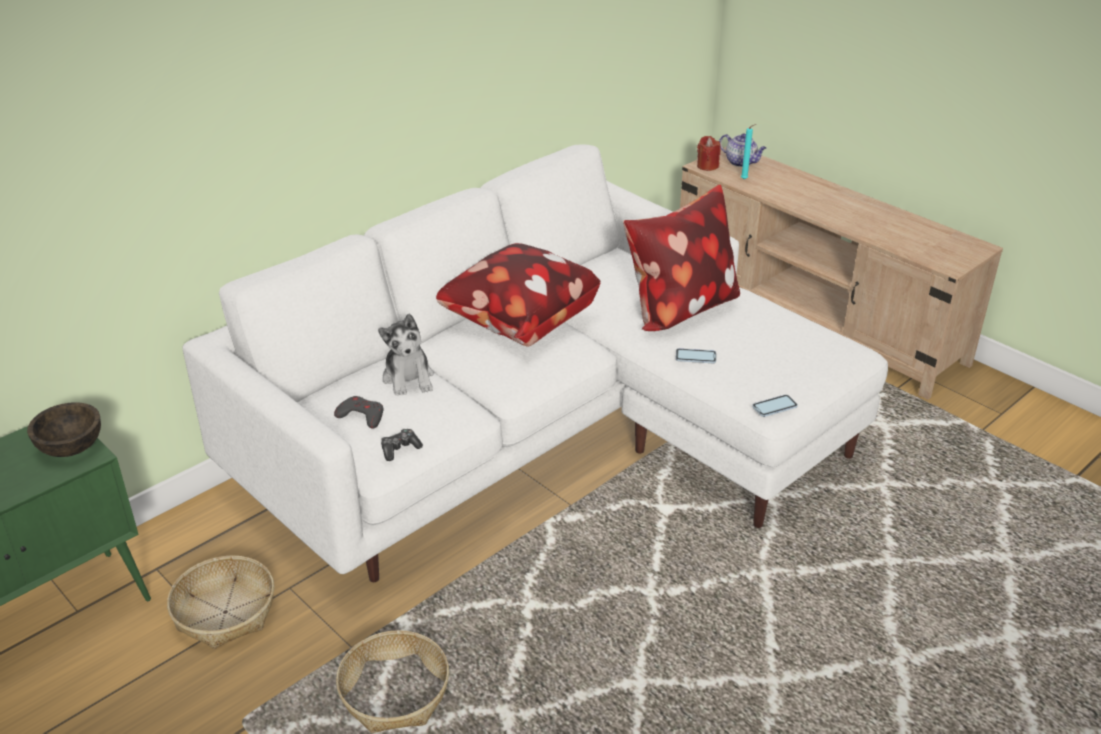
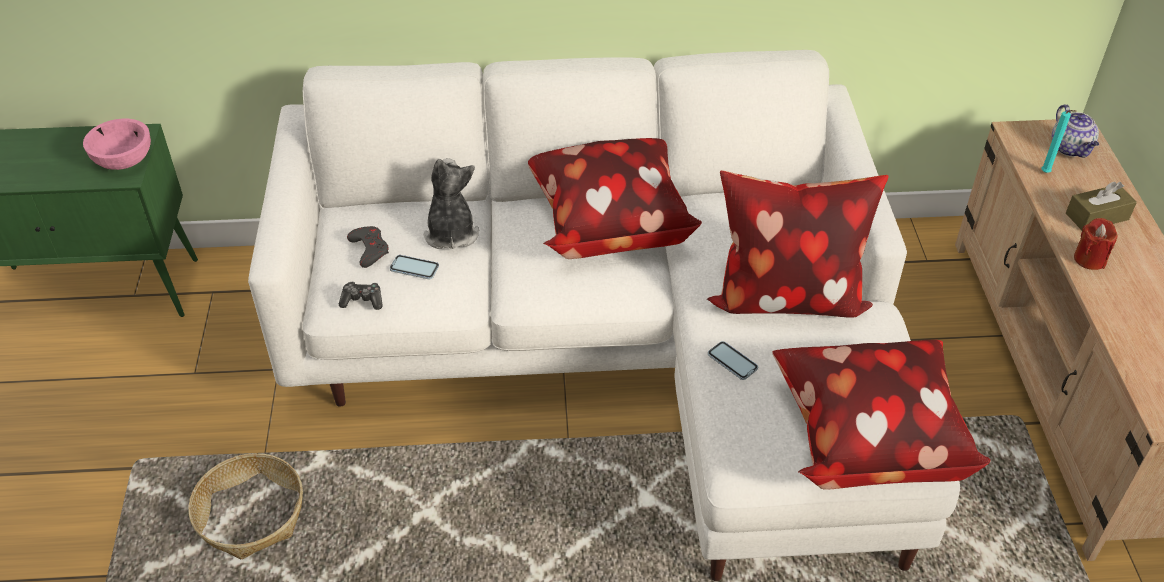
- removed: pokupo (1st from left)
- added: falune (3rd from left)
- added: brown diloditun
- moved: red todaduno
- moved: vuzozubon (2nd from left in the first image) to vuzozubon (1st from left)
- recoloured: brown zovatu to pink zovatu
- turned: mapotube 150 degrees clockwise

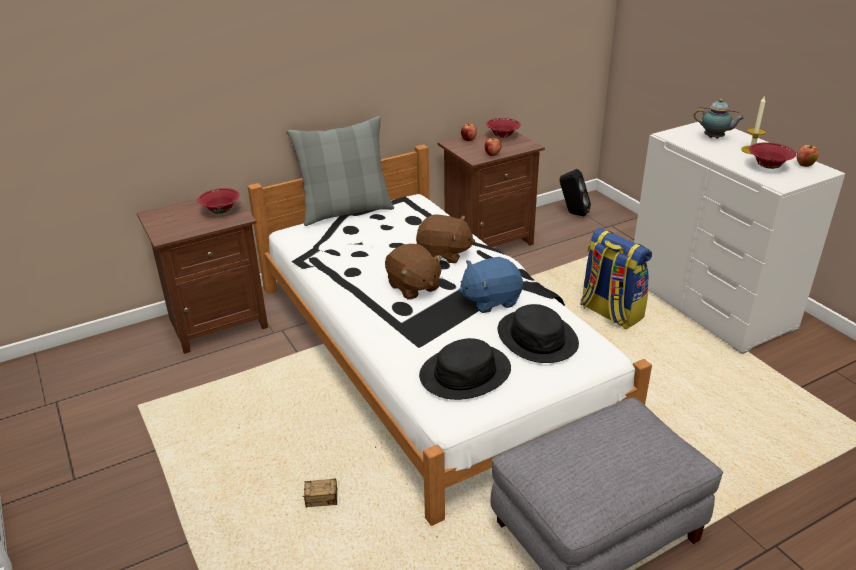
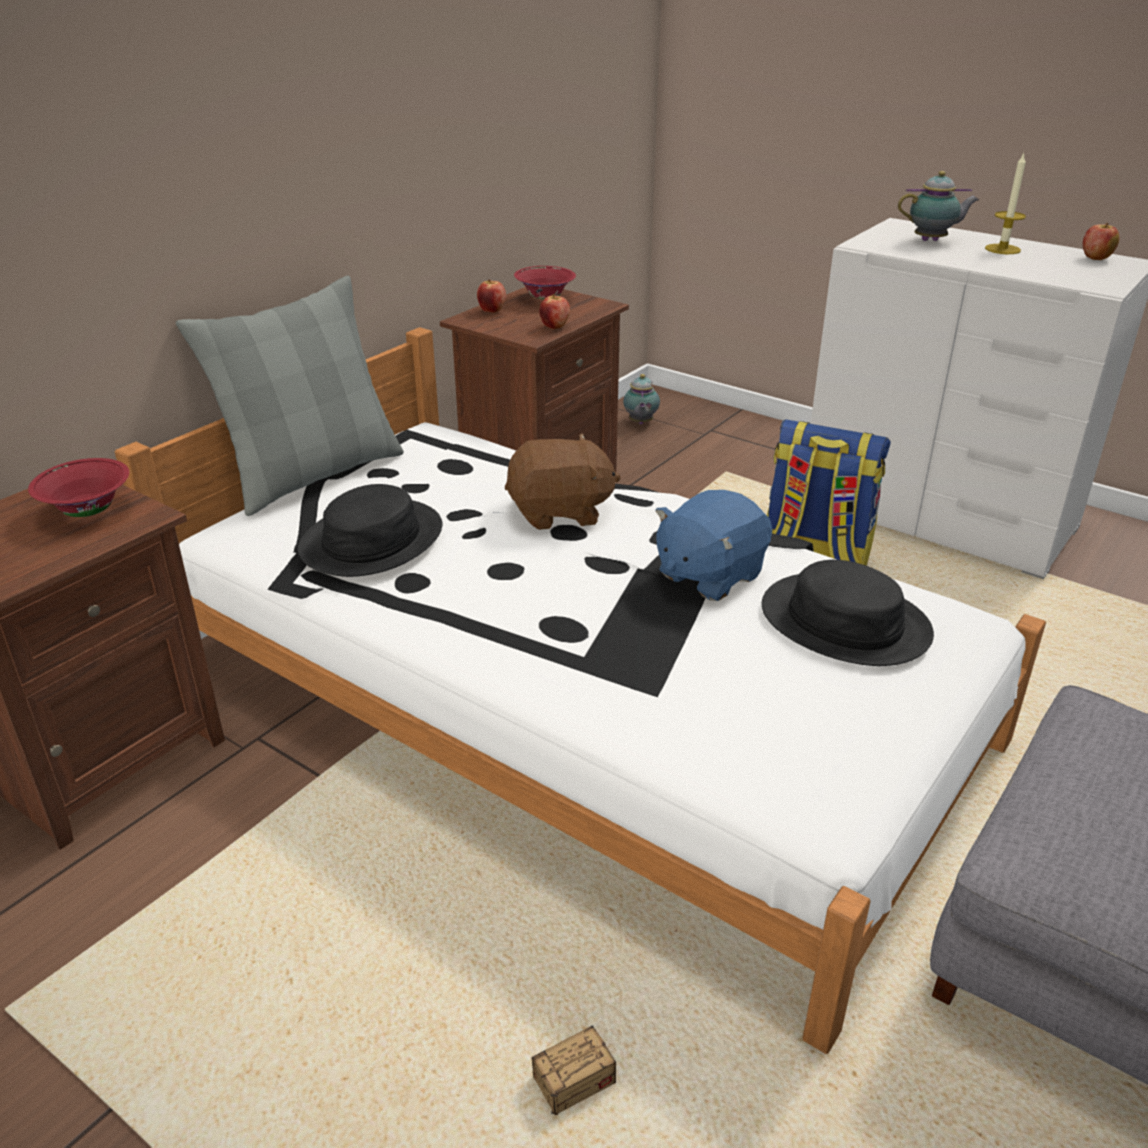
- removed: brown mapotube (1st from left)
- removed: red zovatu (3rd from left)
- moved: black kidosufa (1st from left)
- replaced: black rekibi to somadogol (1st from left)

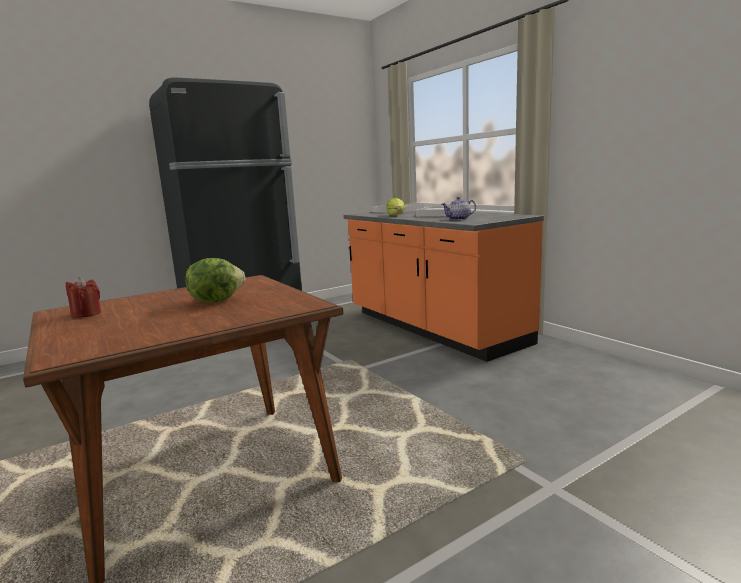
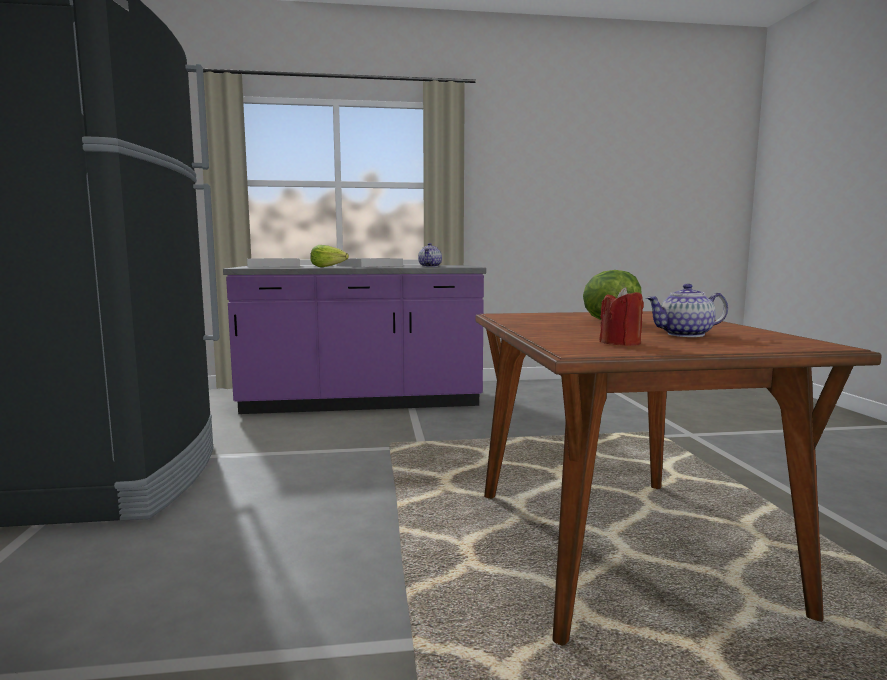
- added: somadogol (2nd from left)
- recoloured: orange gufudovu to purple gufudovu

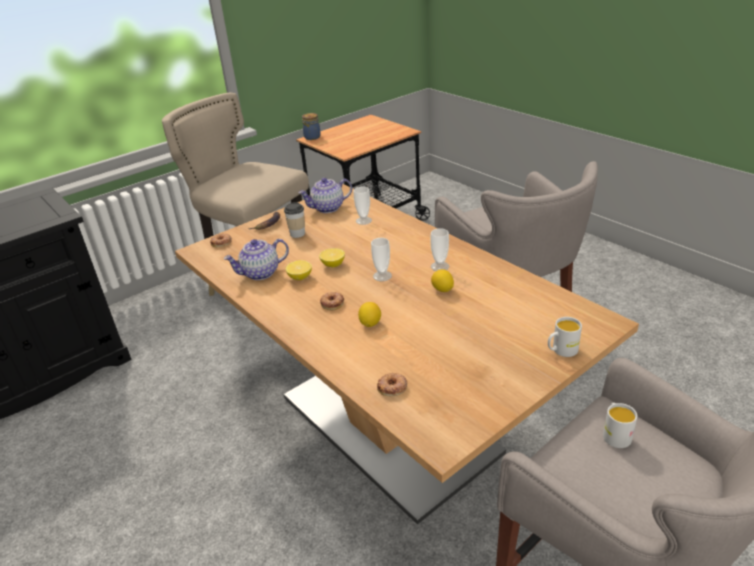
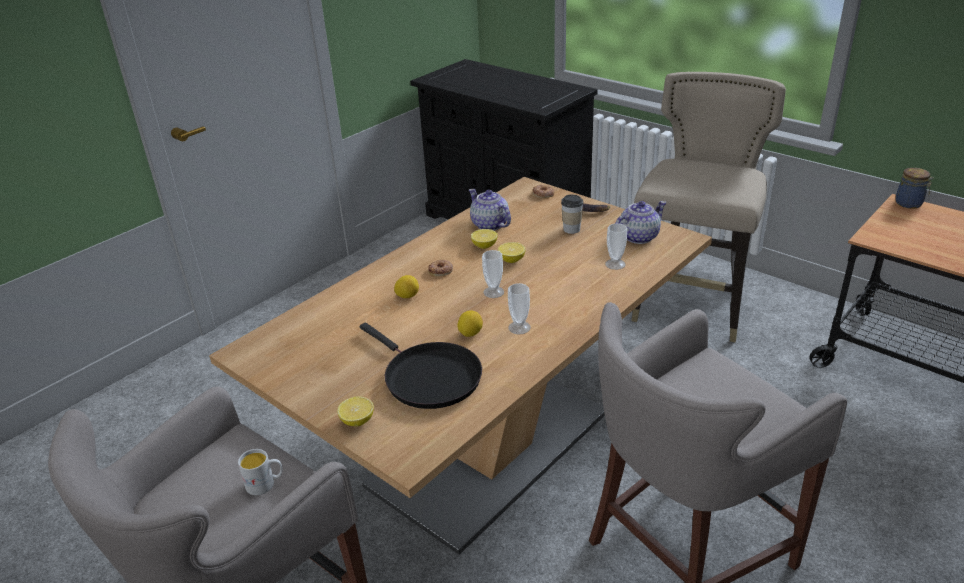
- removed: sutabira (3rd from left)
- added: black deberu
- replaced: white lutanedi (1st from left) to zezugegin (1st from left)
- turned: somadogol (2nd from left) 90 degrees clockwise

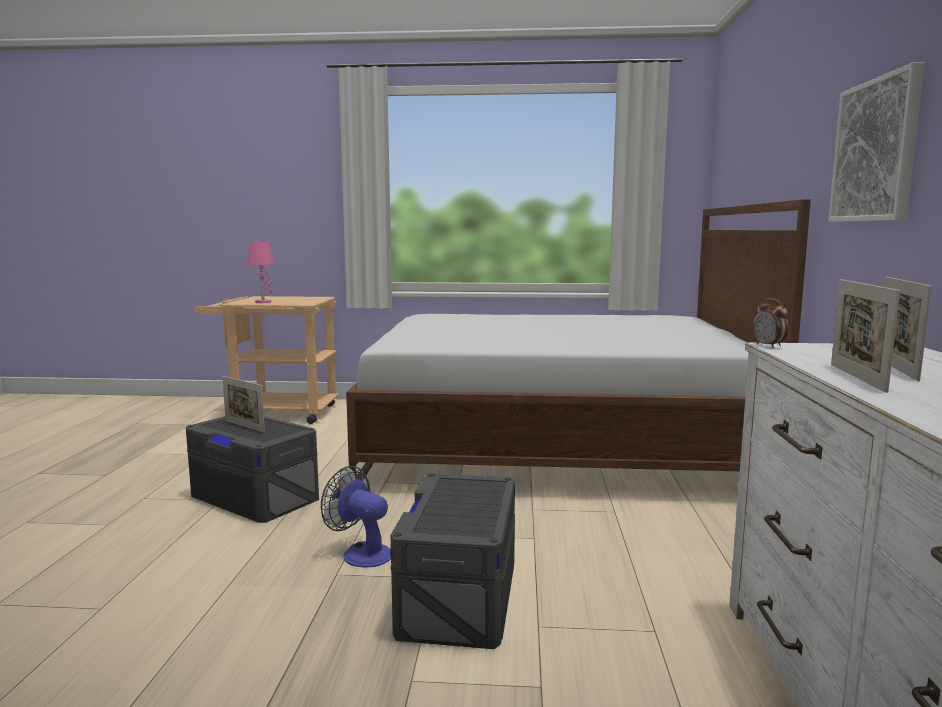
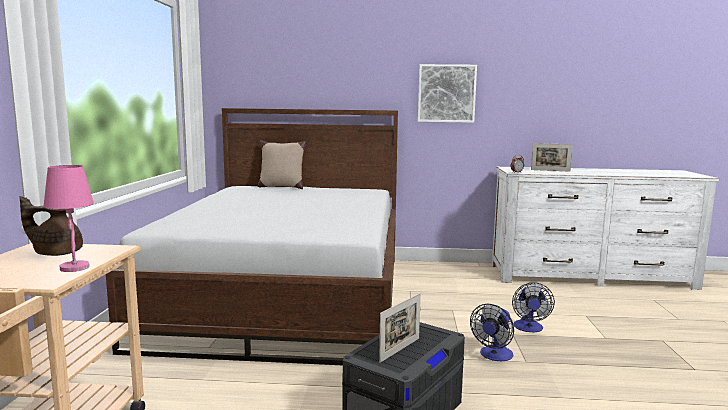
- removed: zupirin (2nd from left)
- added: brown somadogol
- added: beige falune
- replaced: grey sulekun (2nd from left) to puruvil (2nd from left)

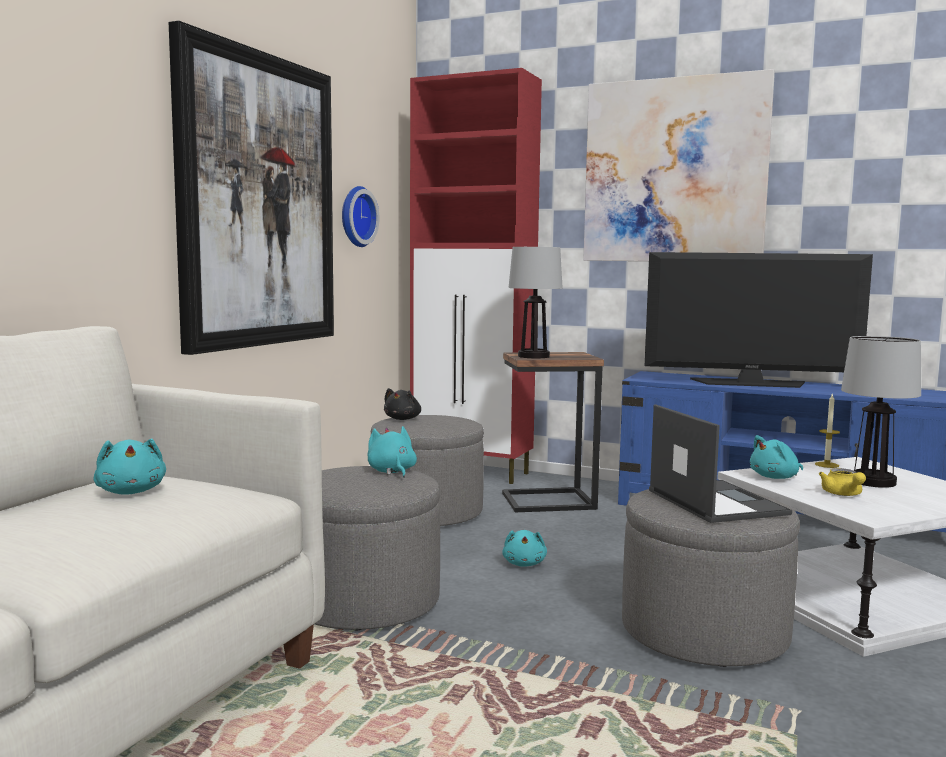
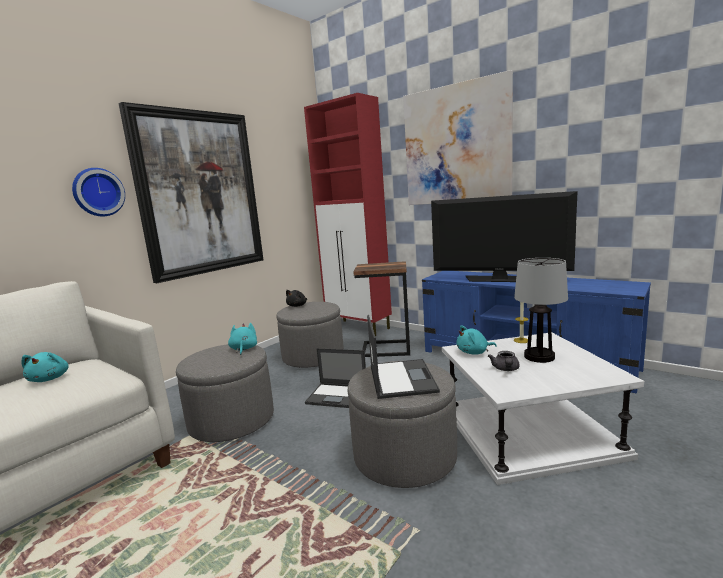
- removed: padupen (1st from left)
- moved: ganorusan
- replaced: turquoise mapotube (3rd from left) to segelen (1st from left)
- recoloured: yellow somadogol to grey somadogol

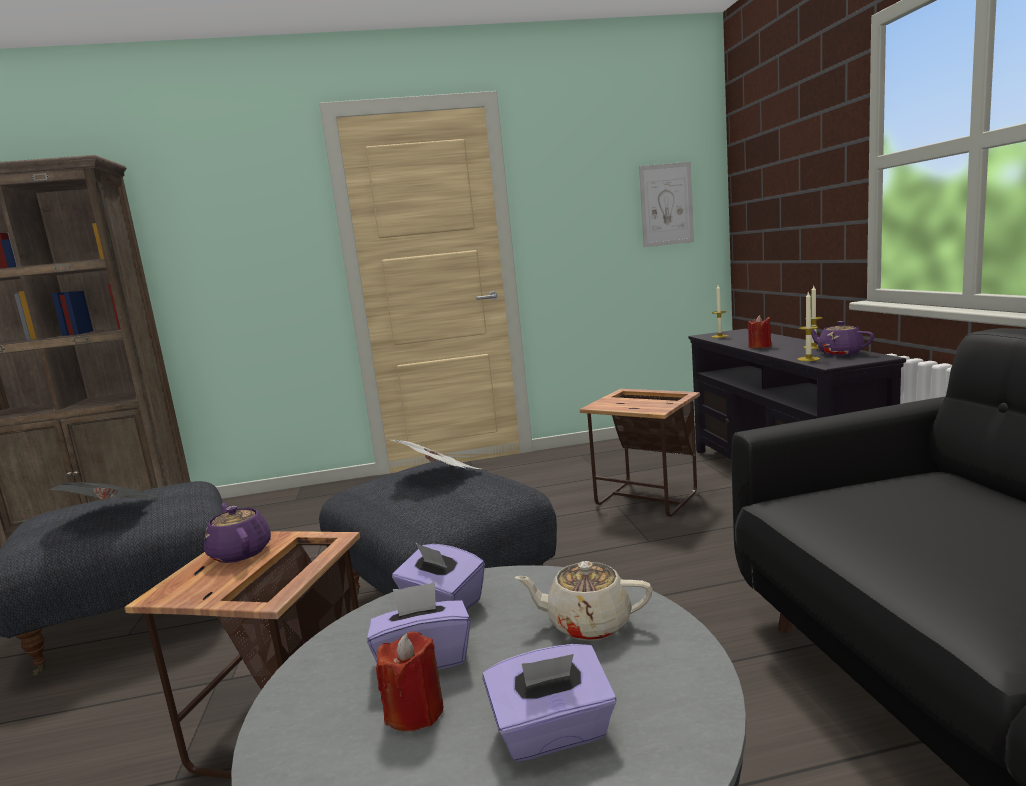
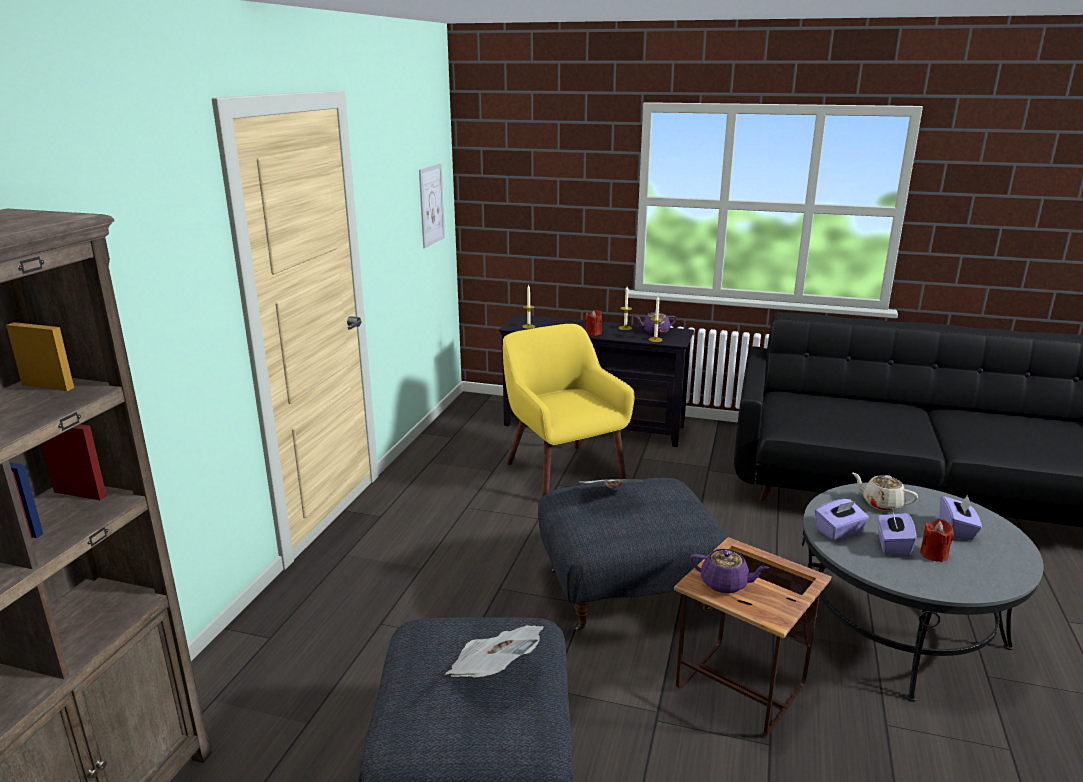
- replaced: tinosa (2nd from left) to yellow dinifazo
- turned: purple somadogol (1st from left in the first image) 150 degrees counterclockwise
- turned: beige somadogol 90 degrees clockwise

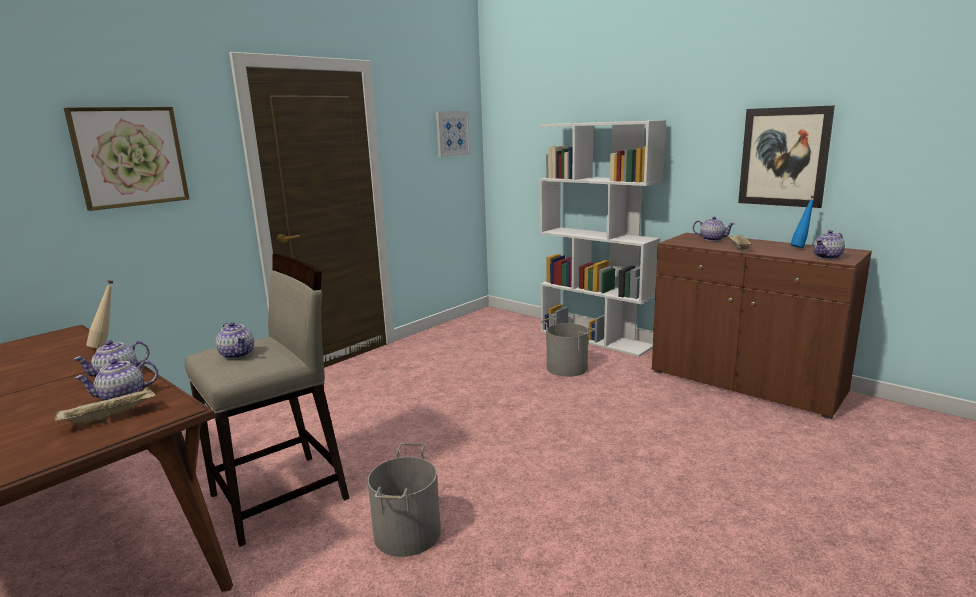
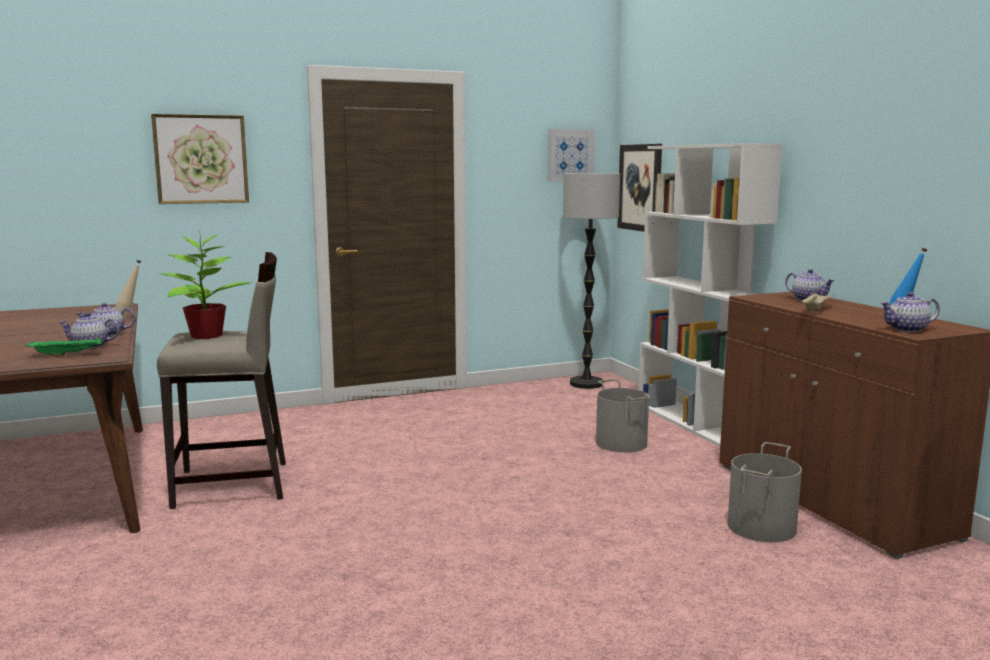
- added: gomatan
- moved: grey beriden (1st from left in the first image) to grey beriden (2nd from left)
- moved: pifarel (3rd from left)
- replaced: somadogol (3rd from left) to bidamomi
- recoloured: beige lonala (1st from left) to green lonala

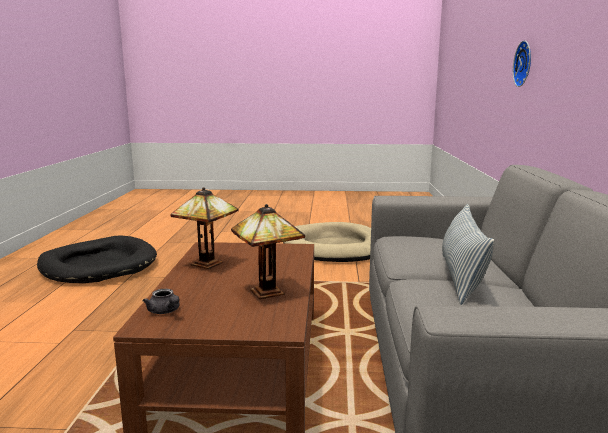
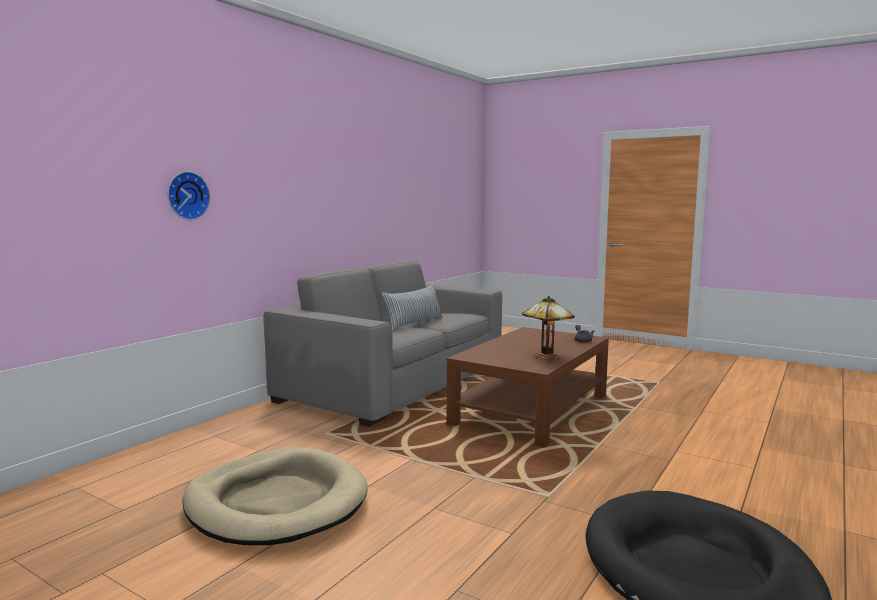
- removed: padupen (2nd from left)

